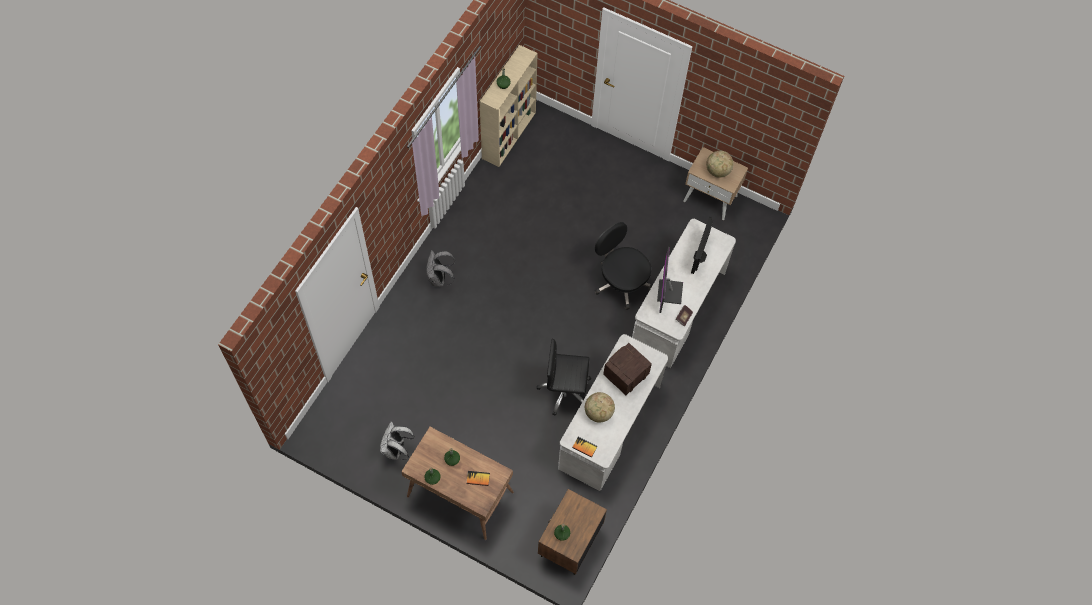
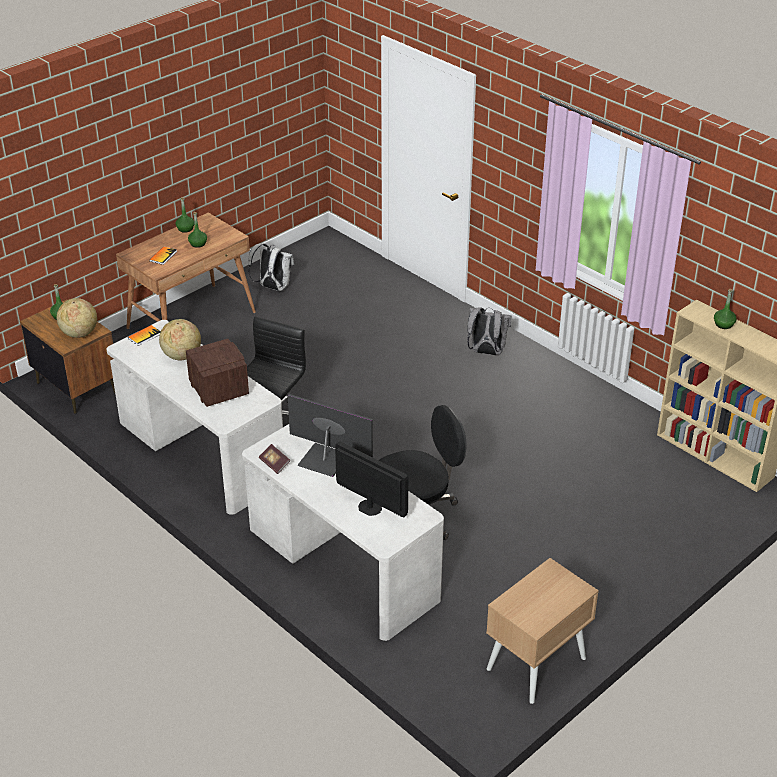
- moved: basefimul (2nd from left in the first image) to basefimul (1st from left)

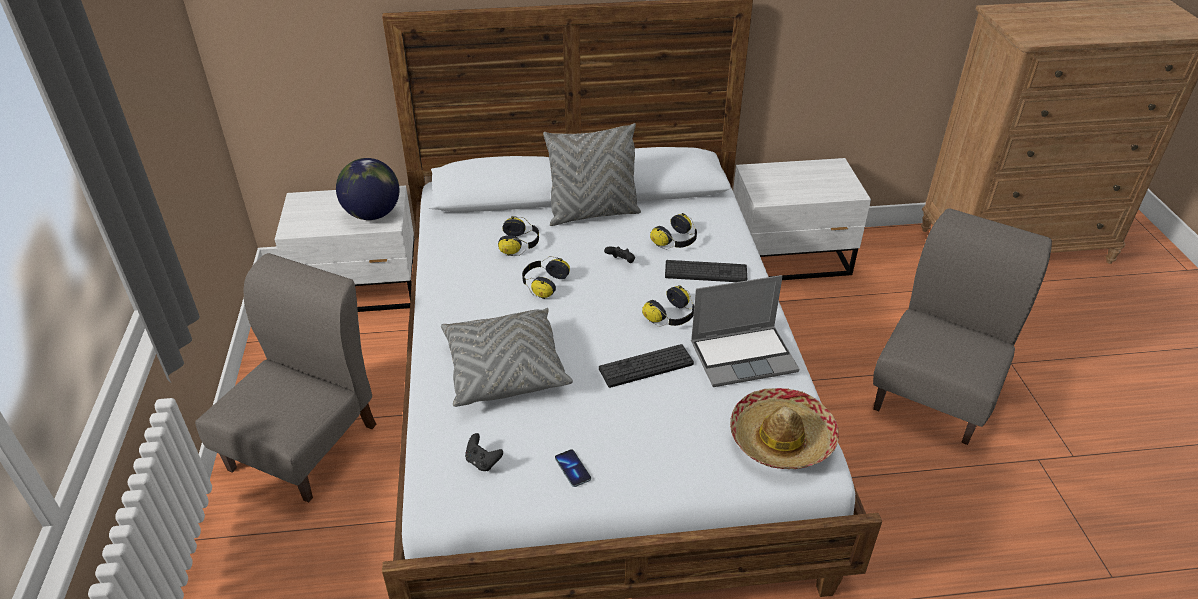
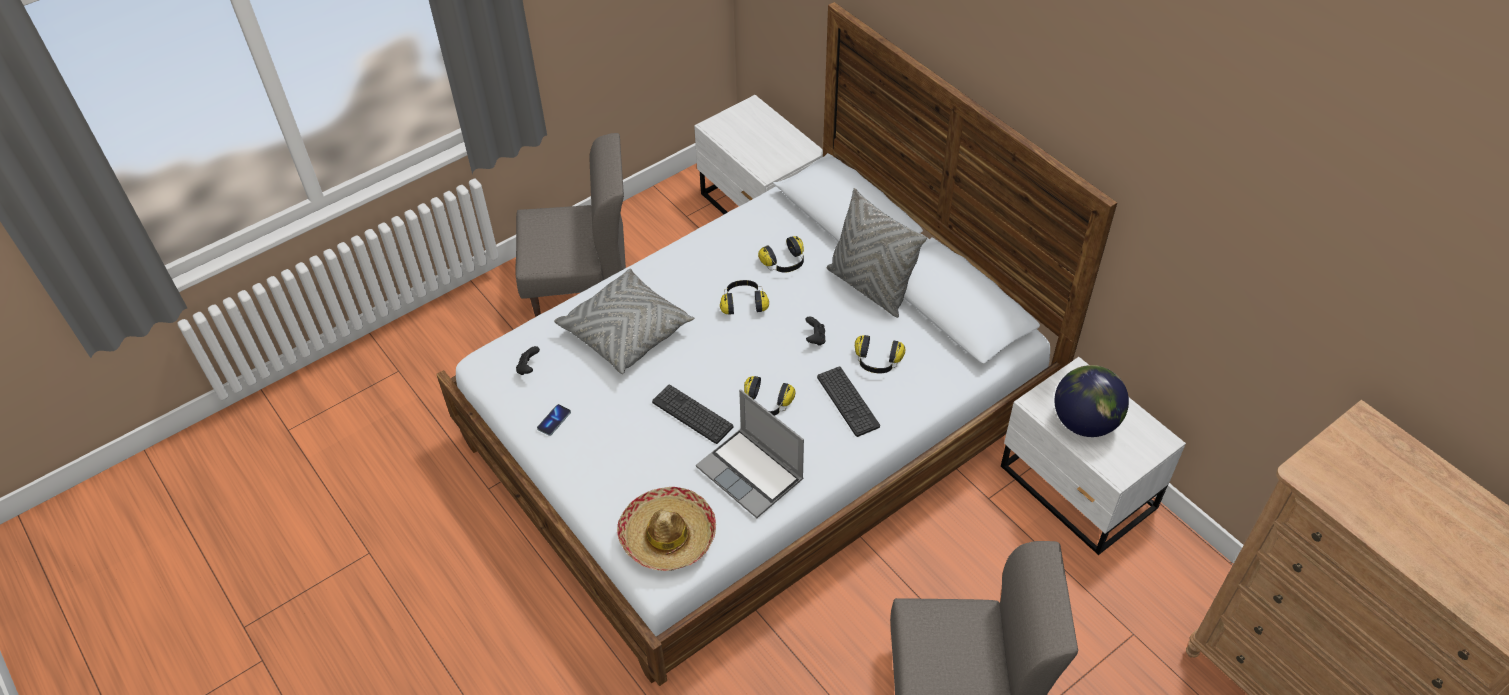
- moved: basefimul

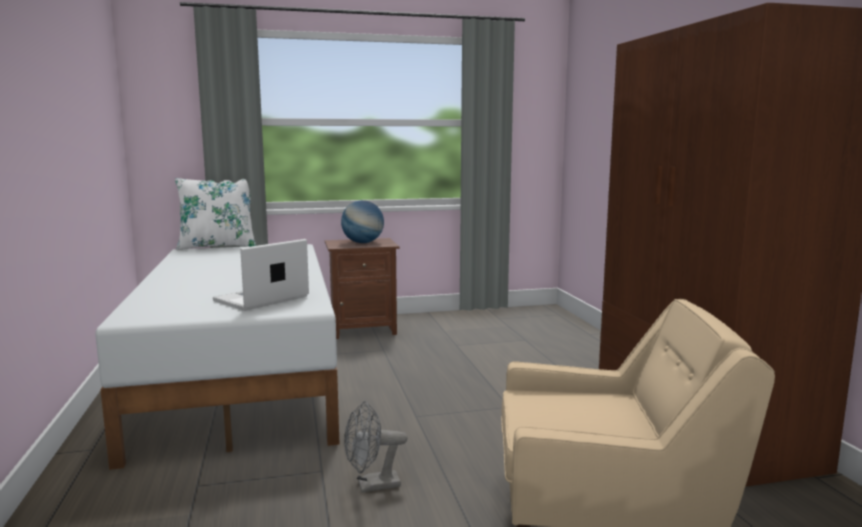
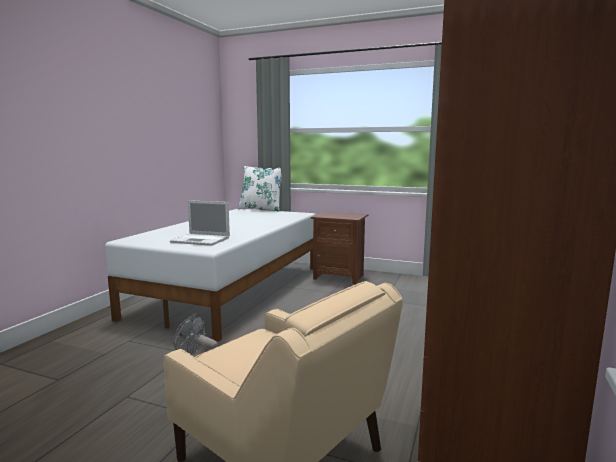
- removed: basefimul
- turned: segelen 150 degrees counterclockwise

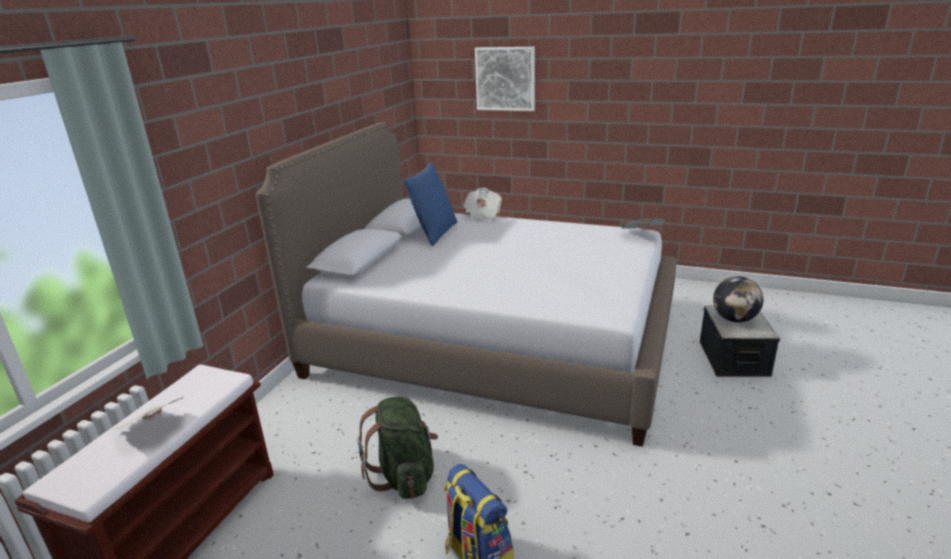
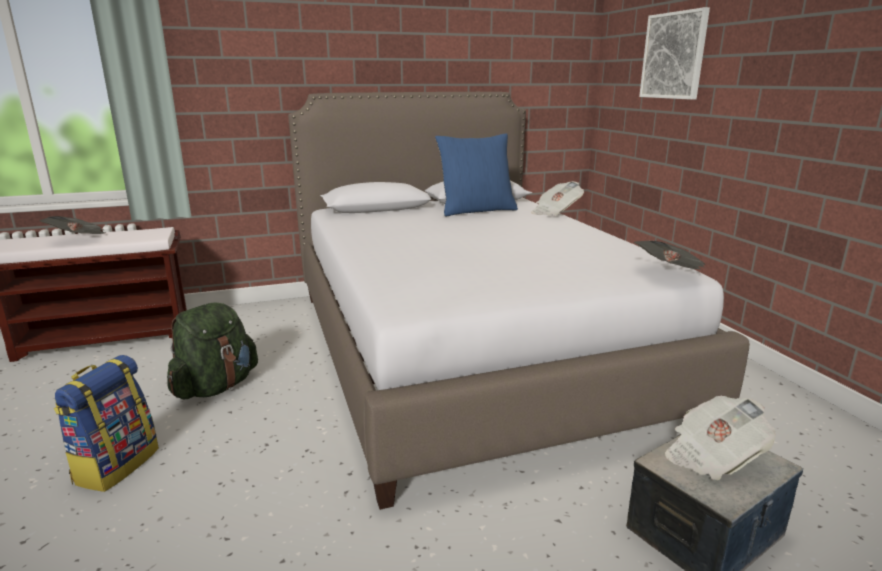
- replaced: basefimul to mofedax (4th from left)

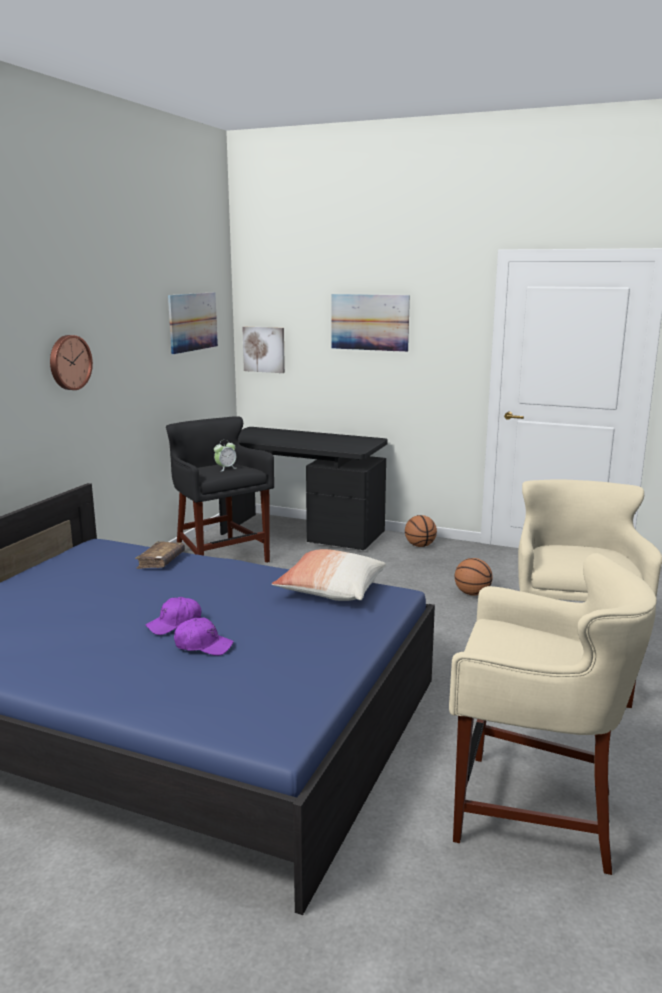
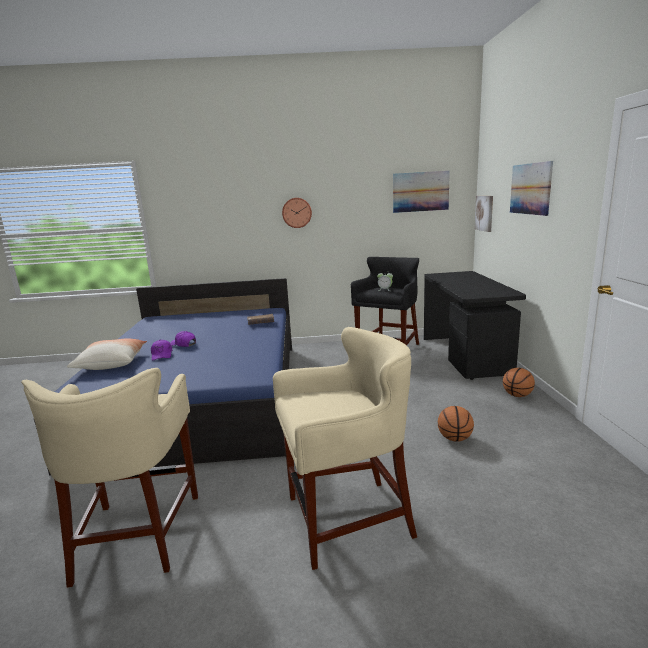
- moved: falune

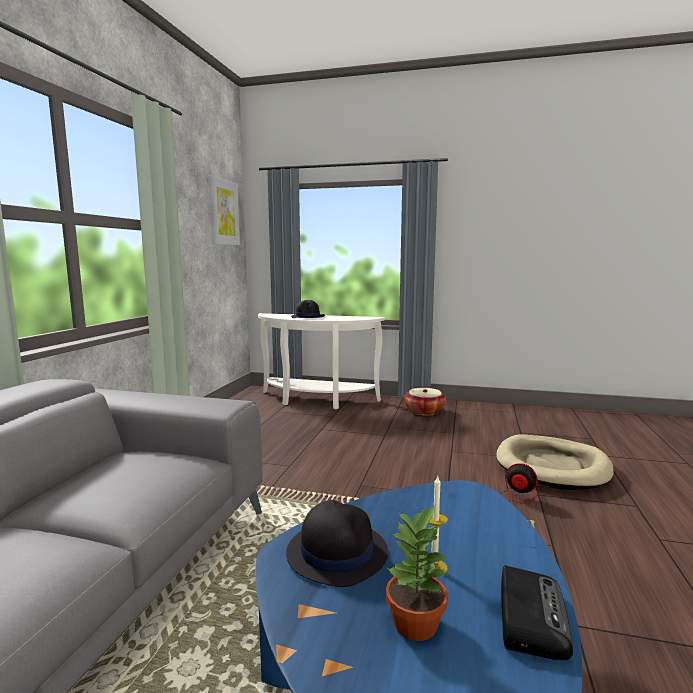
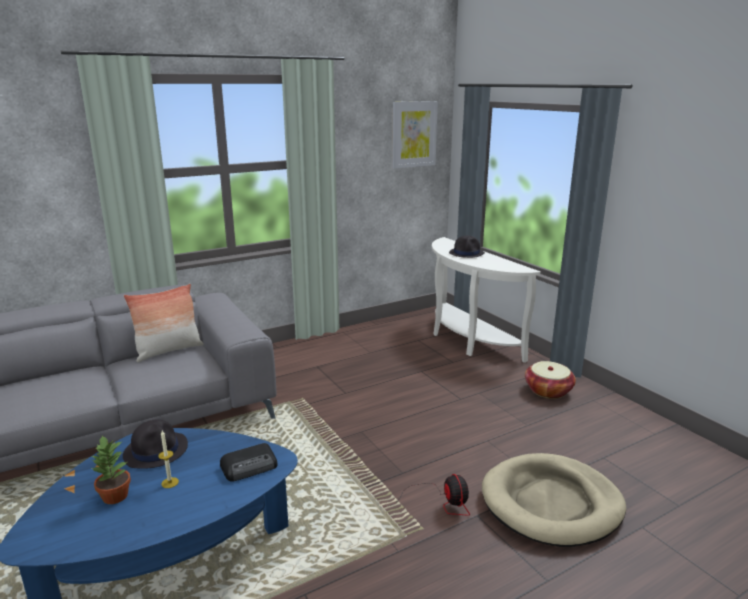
- added: falune
- moved: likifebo

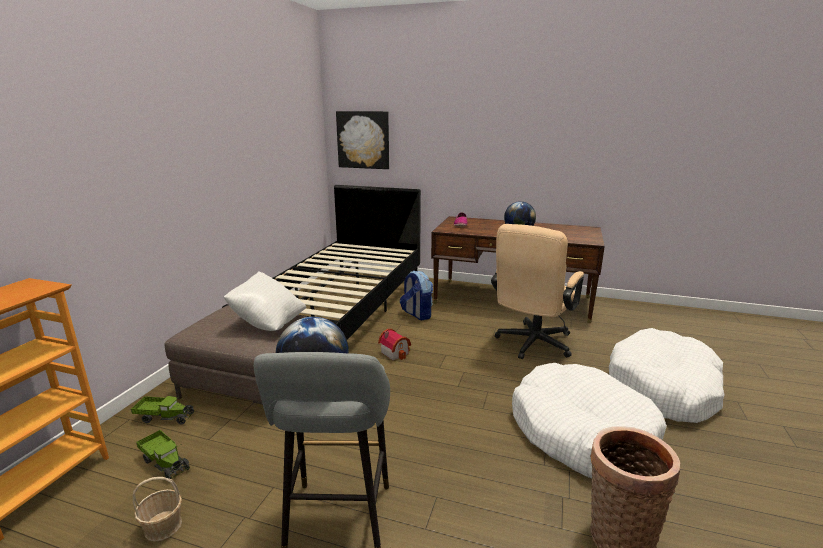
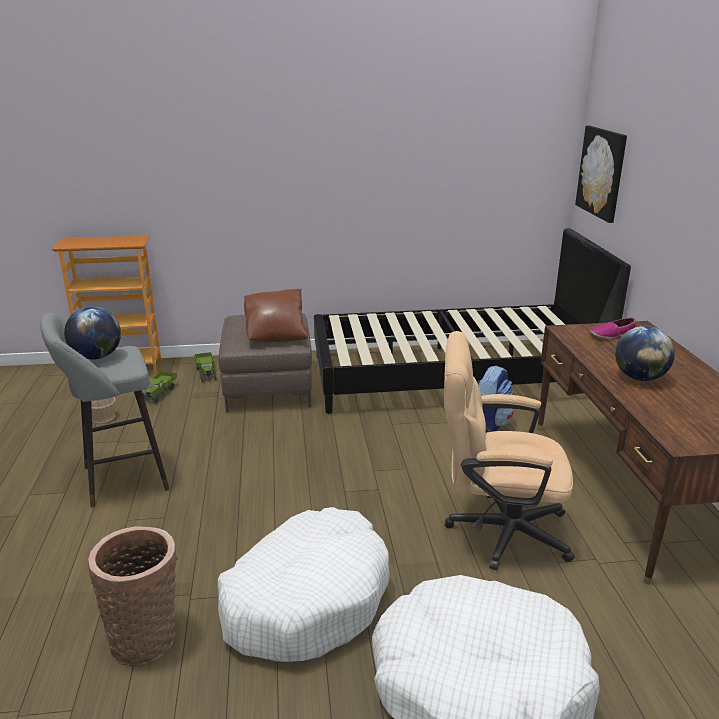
- removed: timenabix
- recoloured: white falune to brown falune

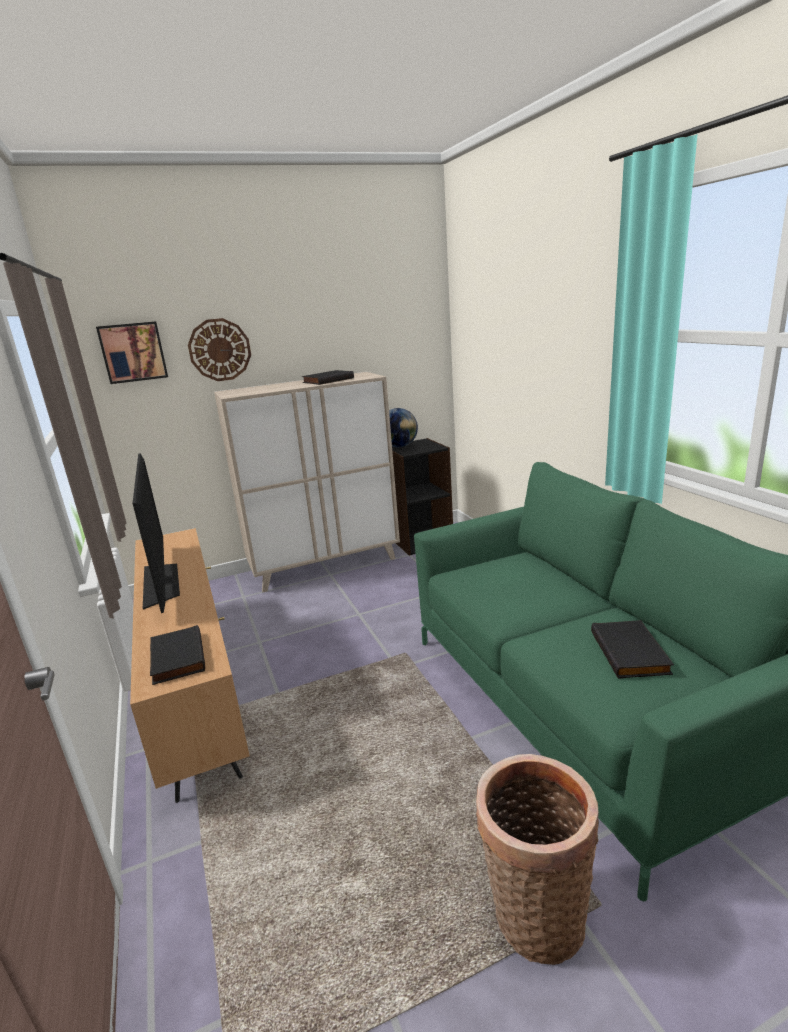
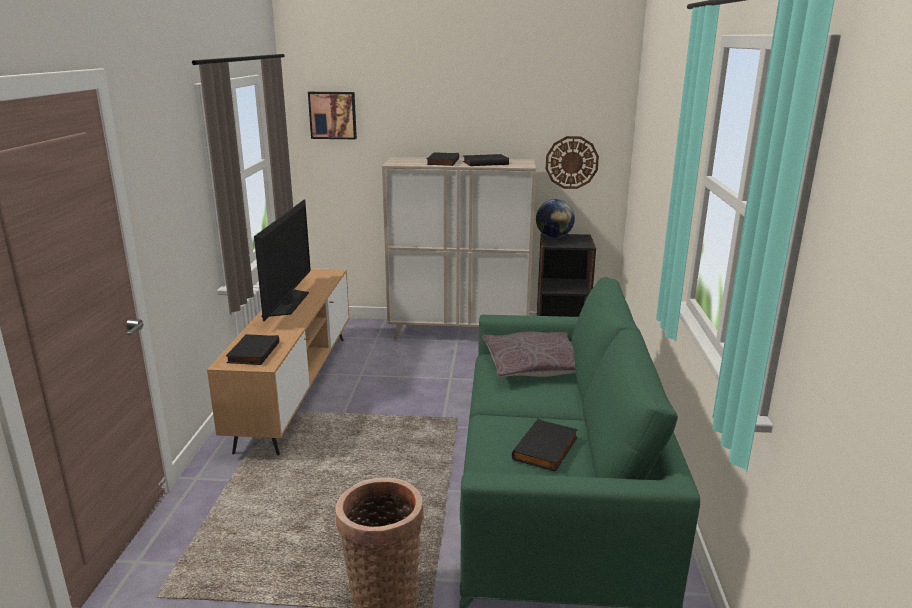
- added: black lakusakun (2nd from left)
- added: grey falune
- moved: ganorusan

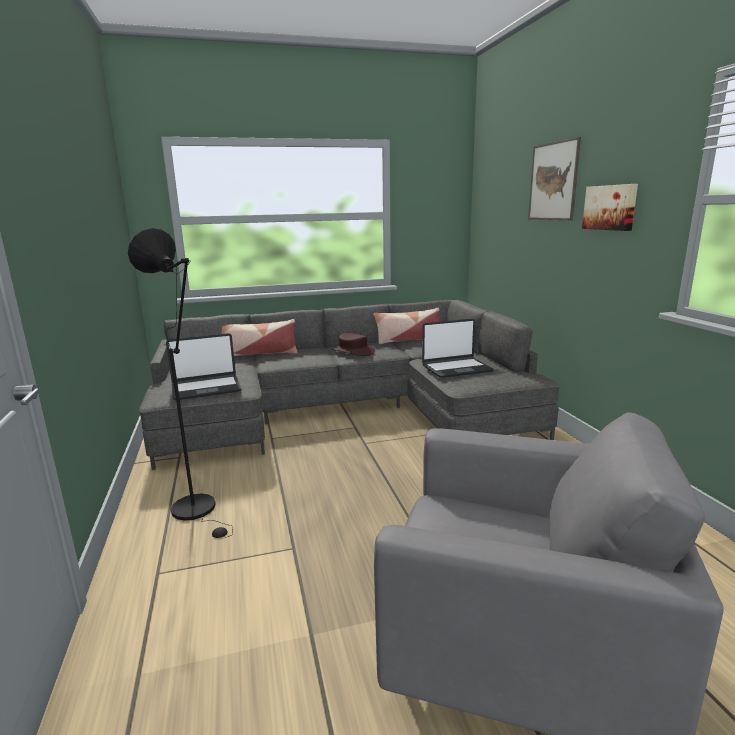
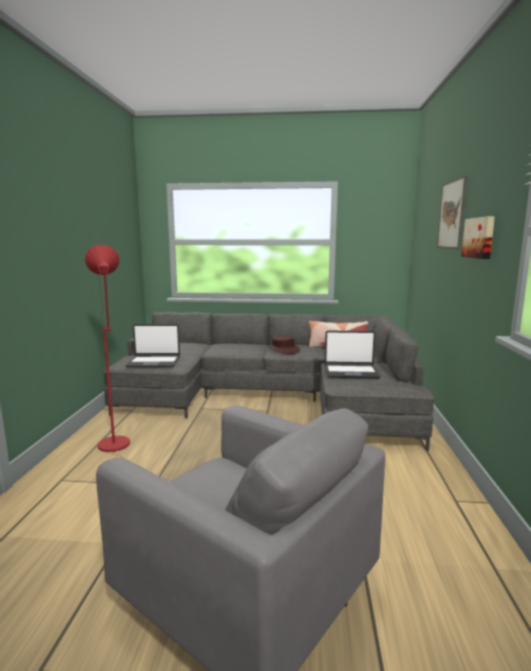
- removed: falune (1st from left)
- recoloured: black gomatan to red gomatan

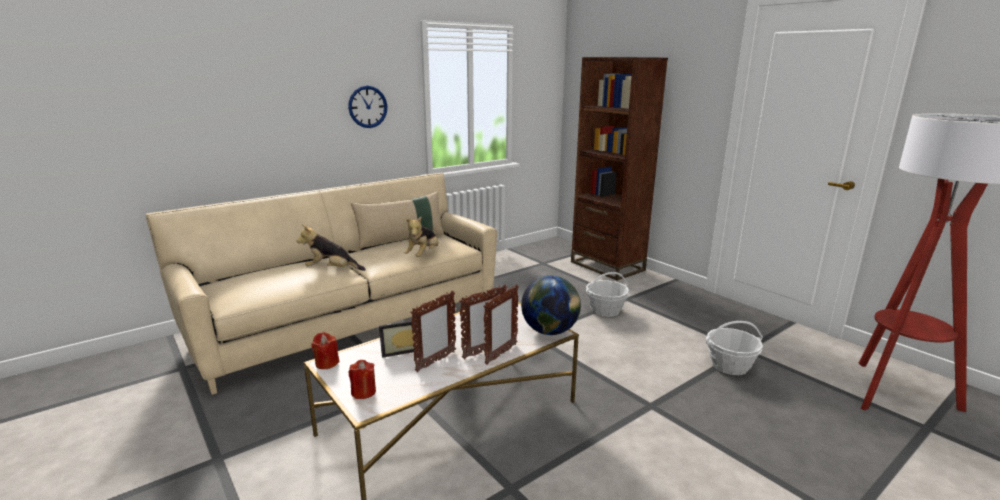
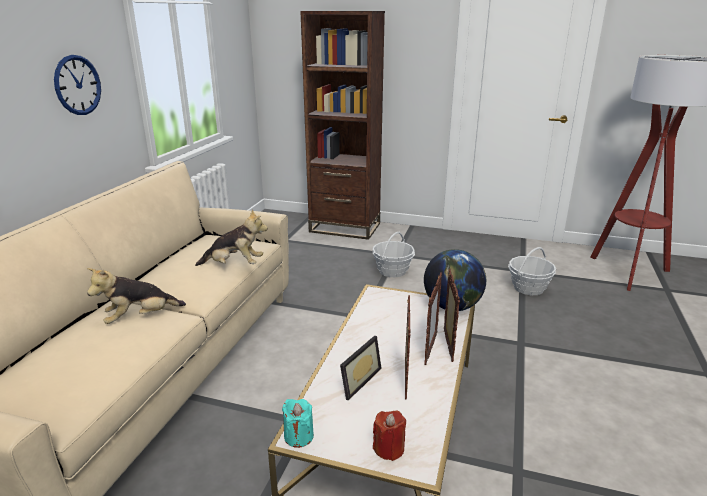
- removed: beige falune
- recoloured: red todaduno (1st from left) to turquoise todaduno
- turned: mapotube (2nd from left) 75 degrees counterclockwise

